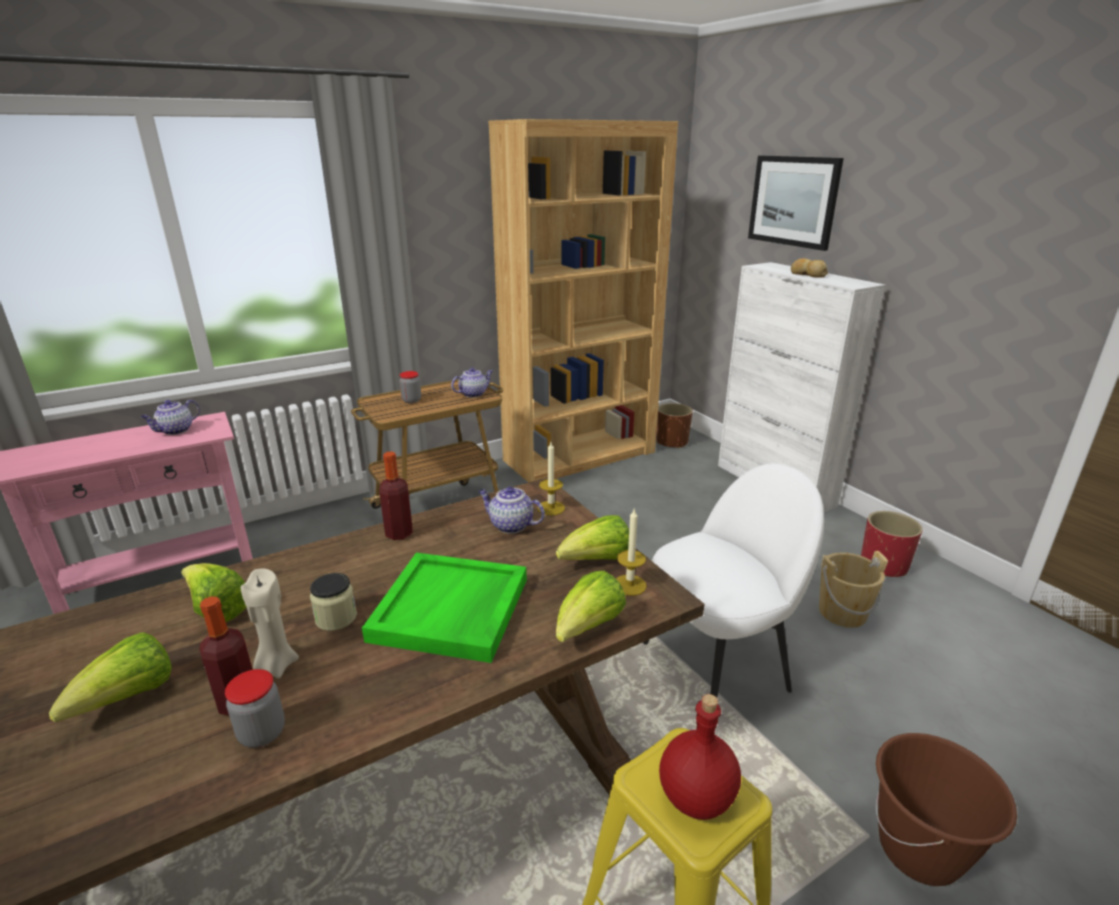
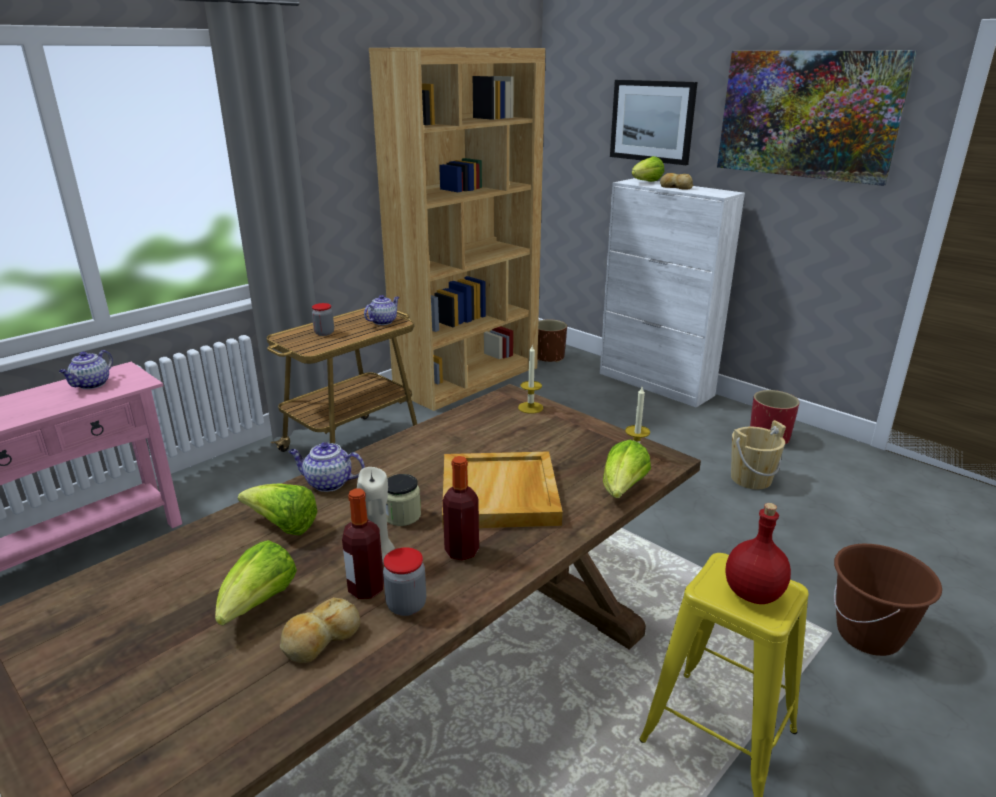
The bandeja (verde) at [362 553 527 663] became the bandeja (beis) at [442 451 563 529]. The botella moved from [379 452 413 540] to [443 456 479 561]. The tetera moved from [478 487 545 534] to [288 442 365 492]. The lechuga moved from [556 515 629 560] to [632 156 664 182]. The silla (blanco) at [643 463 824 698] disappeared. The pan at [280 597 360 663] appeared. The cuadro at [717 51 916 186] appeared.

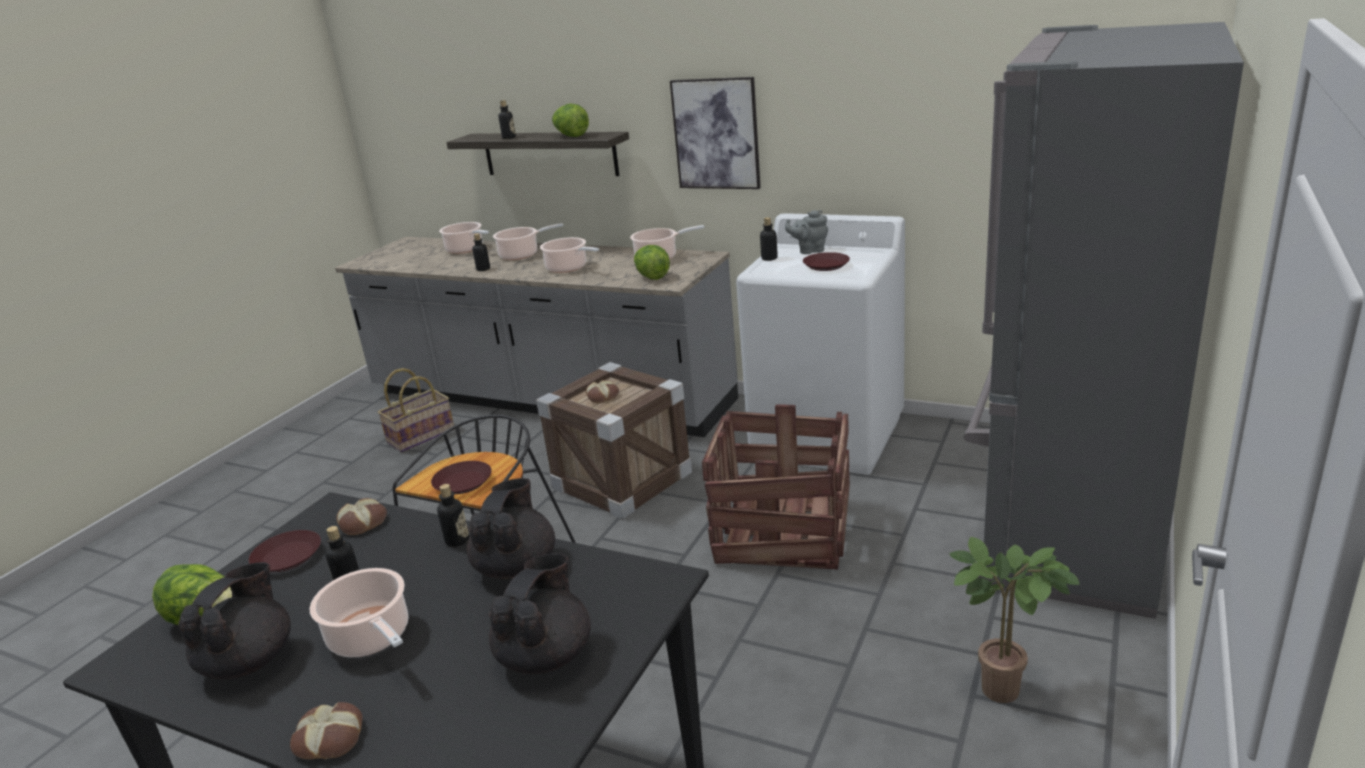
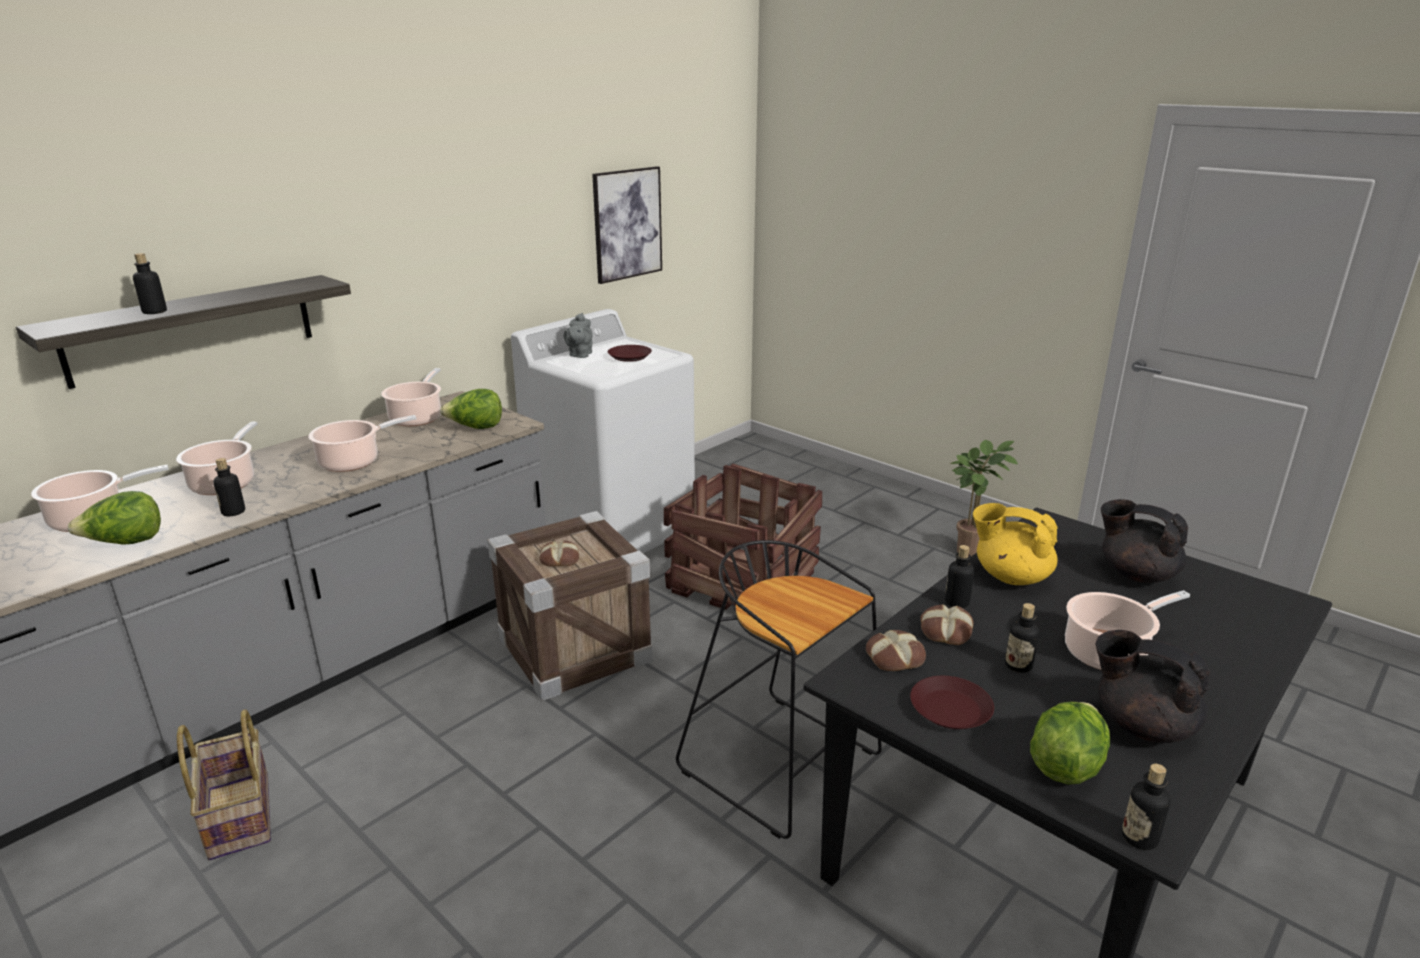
The pan moved from [290 702 363 759] to [920 604 974 645]. The plato (marrón) at [431 461 492 494] disappeared. The tetera (negro) at [467 478 555 579] became the tetera (amarillo) at [973 503 1058 585]. The lechuga moved from [552 104 589 137] to [68 491 161 545]. The cuadro moved from [670 77 761 189] to [592 166 662 284]. The botella moved from [760 217 778 261] to [1122 764 1171 850]. The nevera (gris) at [964 22 1244 619] disappeared.

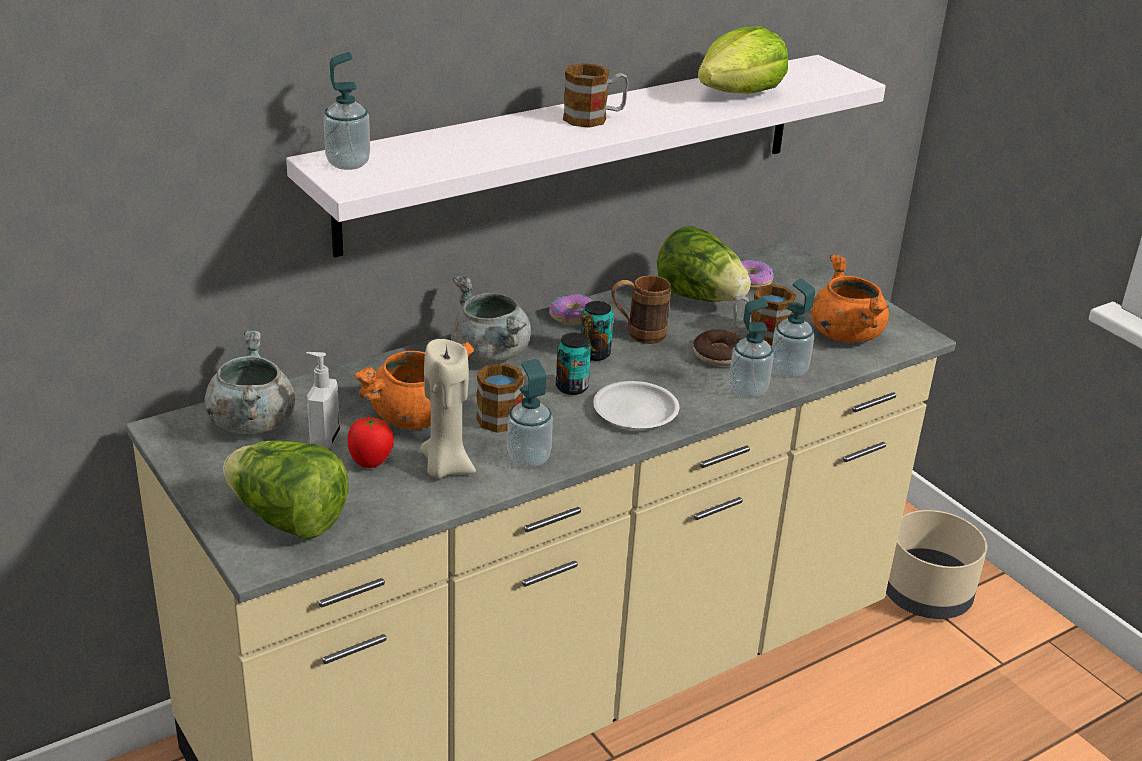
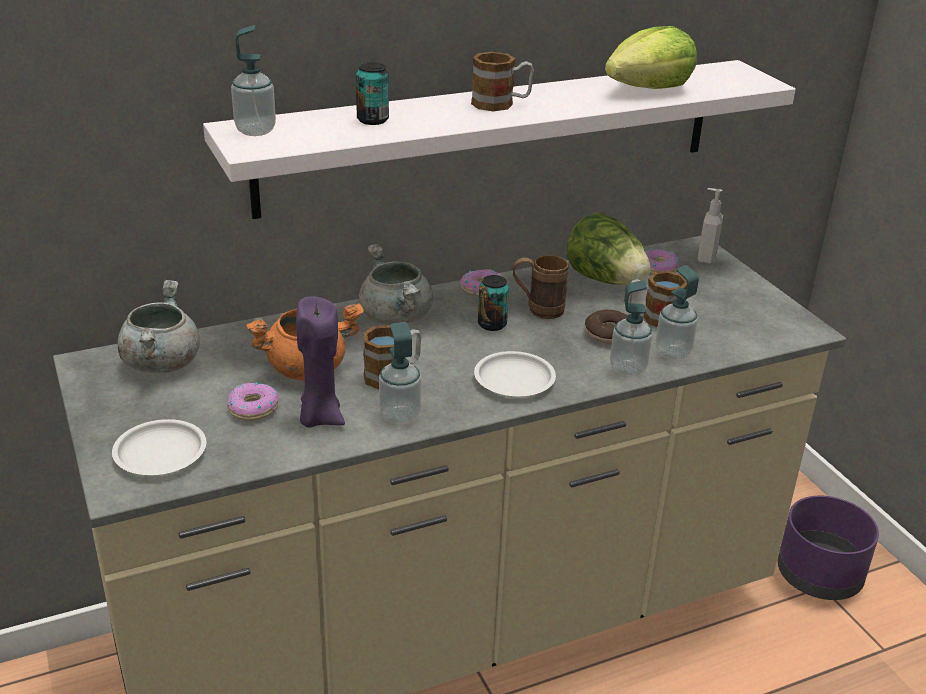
The lechuga at [223 440 349 540] was replaced by the plato (blanco) at [112 419 206 475]. The dispensador de jabón moved from [306 352 340 449] to [698 188 723 264]. The tomate at [347 417 394 468] was replaced by the rosquilla at [227 382 279 421]. The vela (beis) at [420 339 476 479] became the vela (morado) at [296 296 345 428]. The lata moved from [556 333 591 395] to [356 62 389 125]. The olla (naranja) at [811 255 889 343] disappeared. The maceta (beis) at [886 510 987 619] became the maceta (morado) at [778 496 879 600].

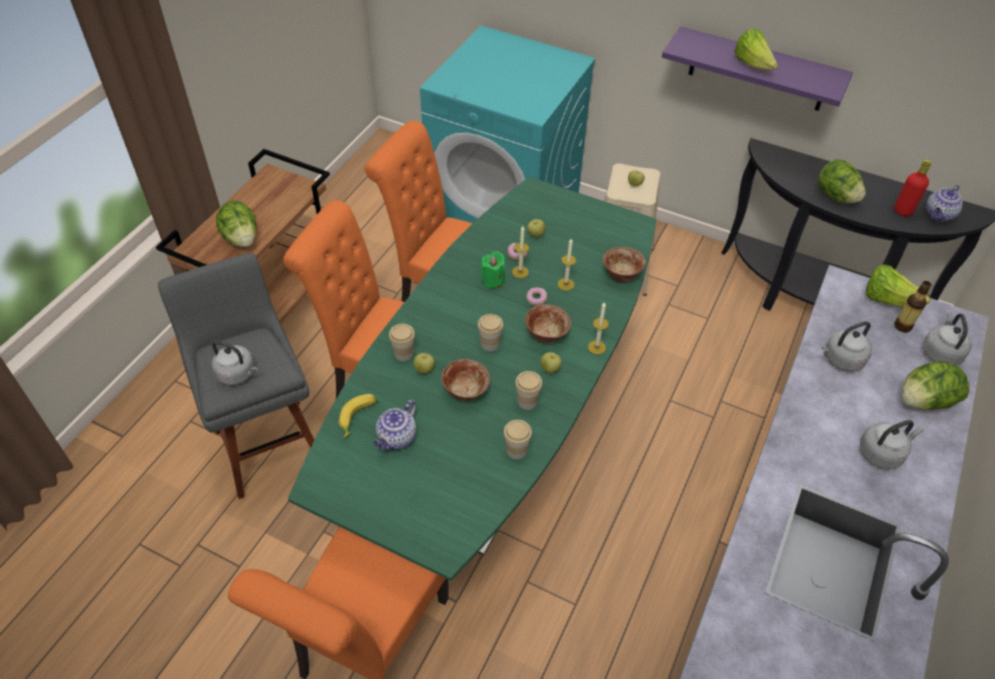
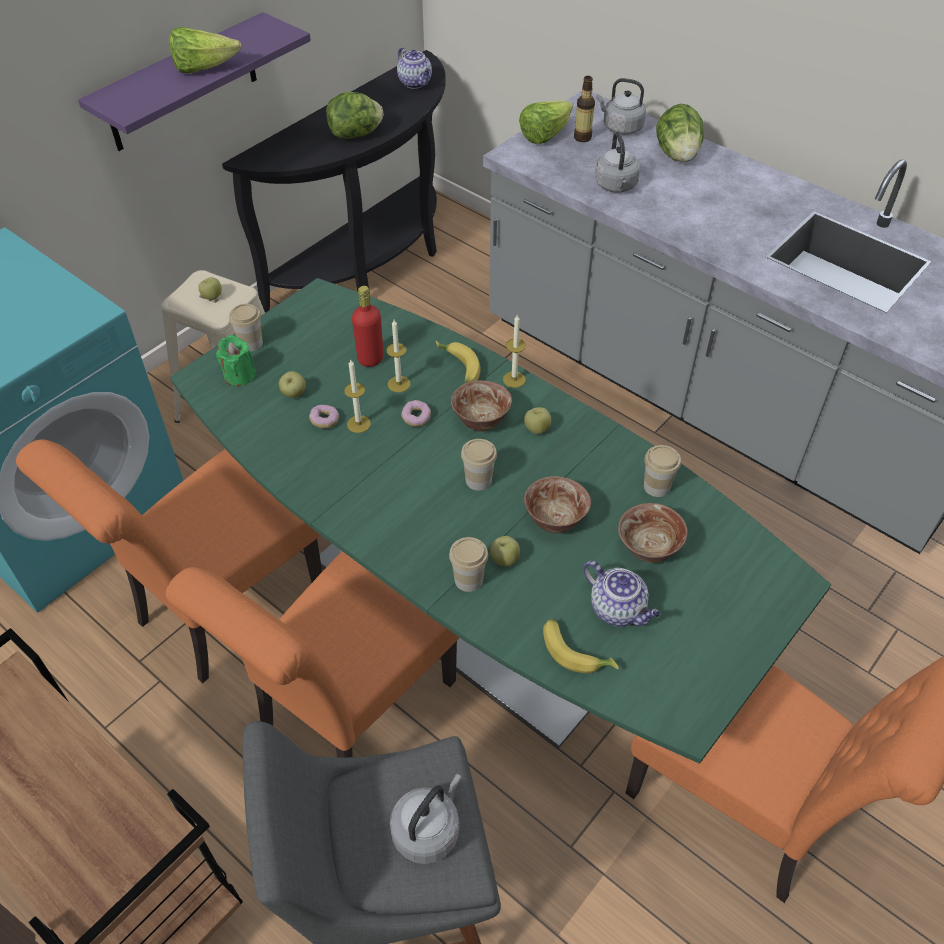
The lechuga at [216 200 257 247] disappeared. The vela (verde) moved from [481 251 505 289] to [216 335 256 386]. The taza moved from [515 371 542 410] to [229 304 263 352]. The cuenco moved from [603 247 646 283] to [618 503 688 563]. The hervidor (gris) at [860 420 924 469] disappeared. The botella (rojo) moved from [894 159 932 216] to [352 286 383 367]. The plátano at [436 341 481 383] appeared.

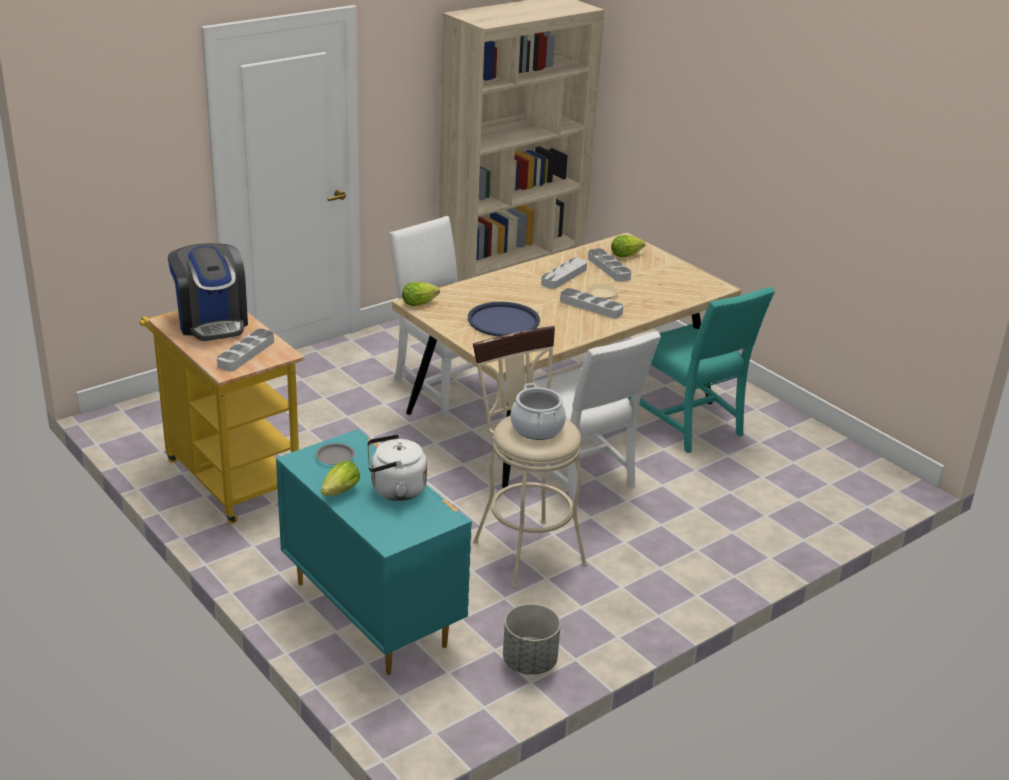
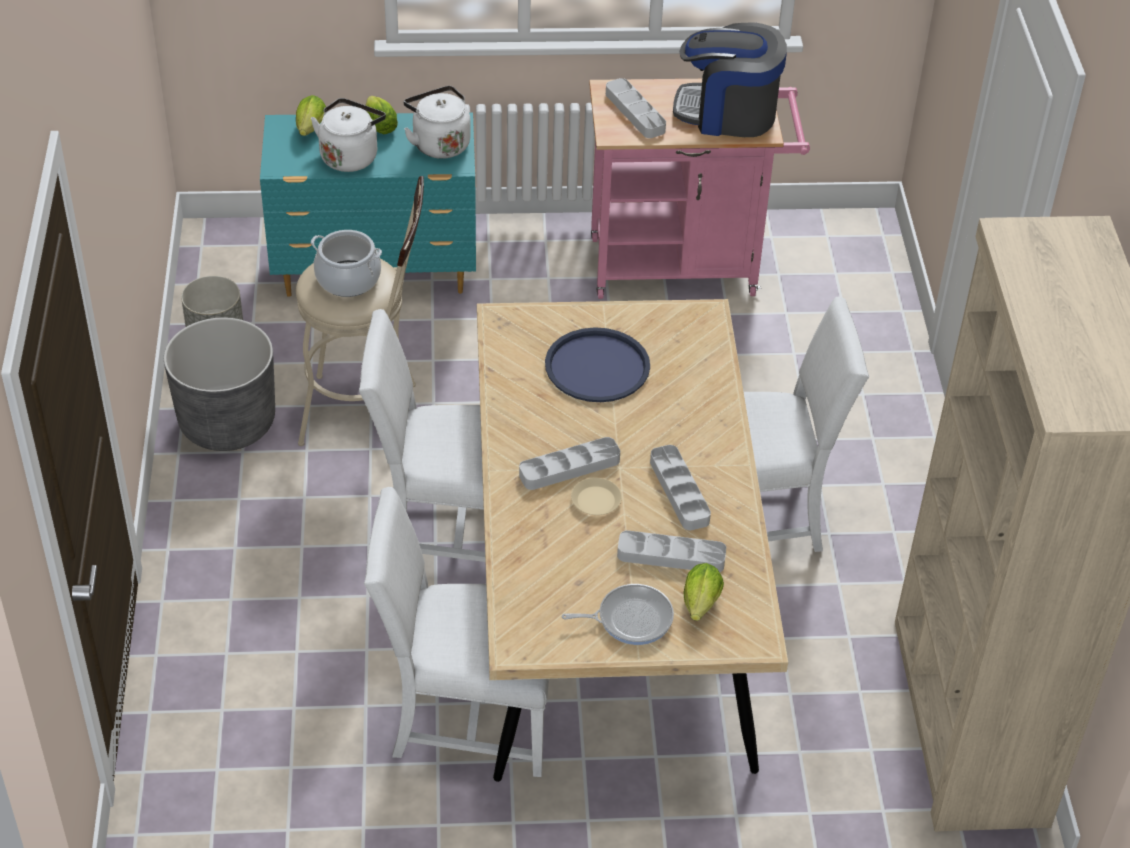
The carrito (amarillo) at [140 310 304 524] became the carrito (rosa) at [589 79 810 299]. The plato (gris) at [316 443 355 465] was replaced by the hervidor (blanco) at [404 86 471 159]. The lechuga moved from [402 282 440 306] to [296 95 326 136]. The silla (turquesa) at [629 287 775 453] became the silla (blanco) at [364 487 549 777]. The maceta (gris) at [164 317 275 451] appeared. The sartén at [562 584 674 645] appeared.

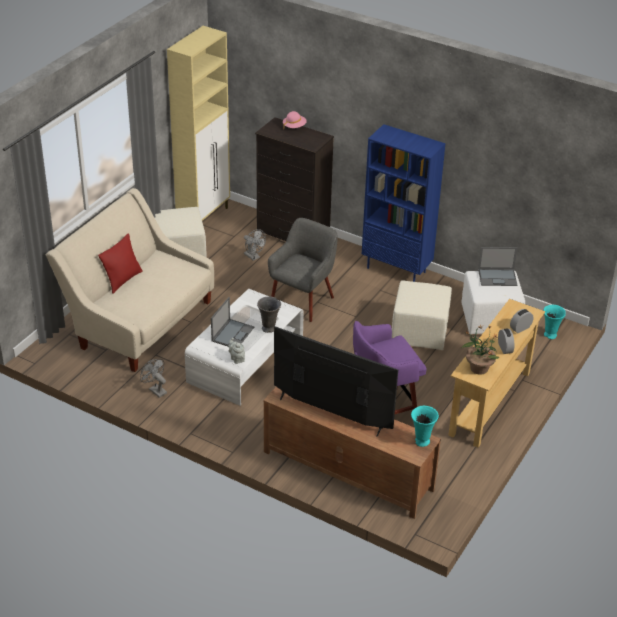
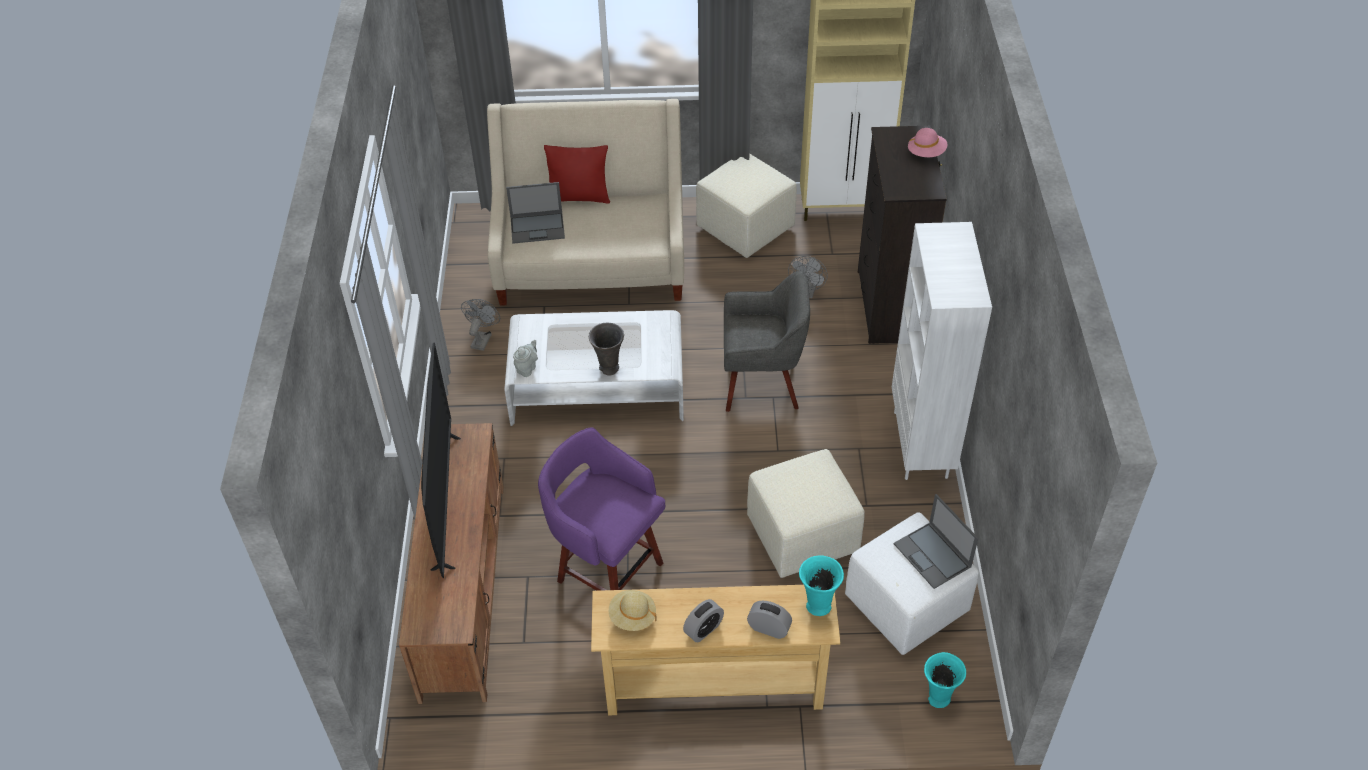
The portátil moved from [211 297 254 347] to [506 182 565 244]. The estantería (azul) at [362 124 446 282] became the estantería (blanco) at [892 222 992 480]. The florero (turquesa) moved from [411 406 439 447] to [799 555 844 616]. The planta en maceta at [461 324 500 375] was replaced by the sombrero (beis) at [609 590 657 631].

